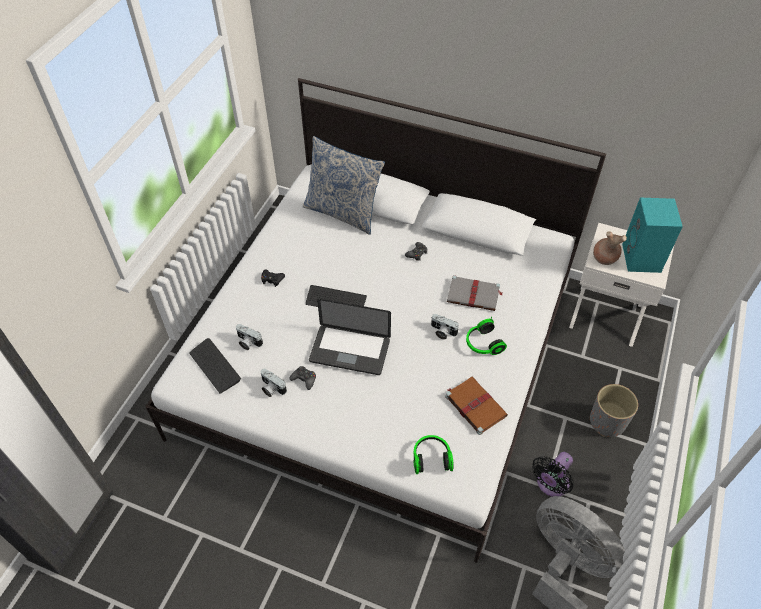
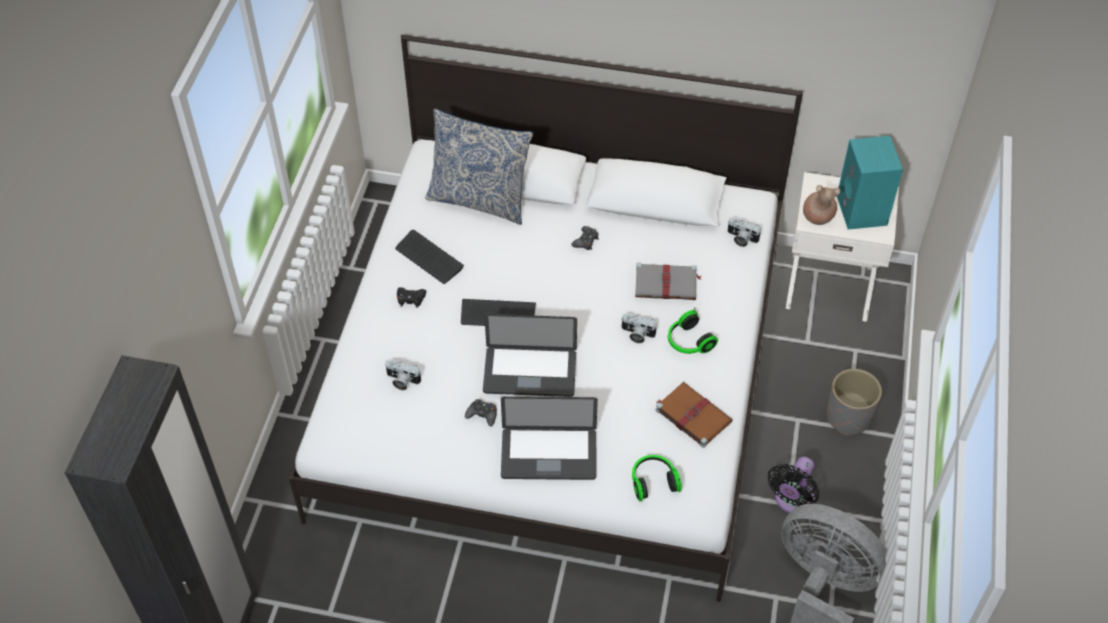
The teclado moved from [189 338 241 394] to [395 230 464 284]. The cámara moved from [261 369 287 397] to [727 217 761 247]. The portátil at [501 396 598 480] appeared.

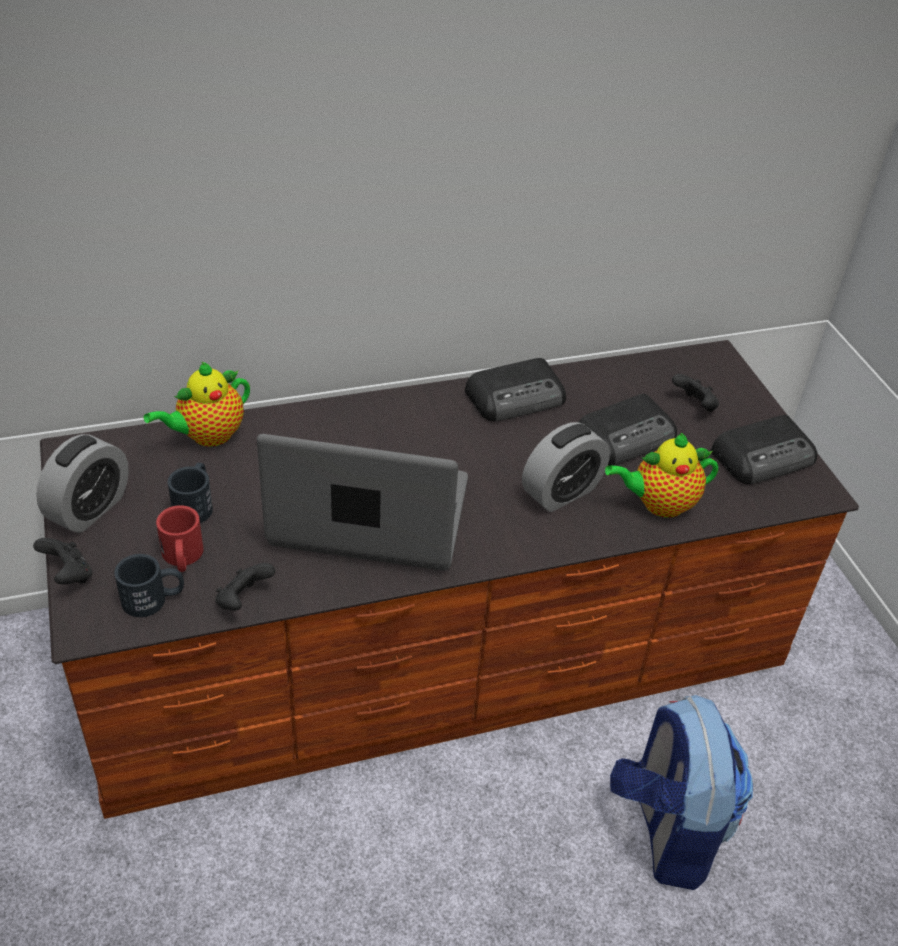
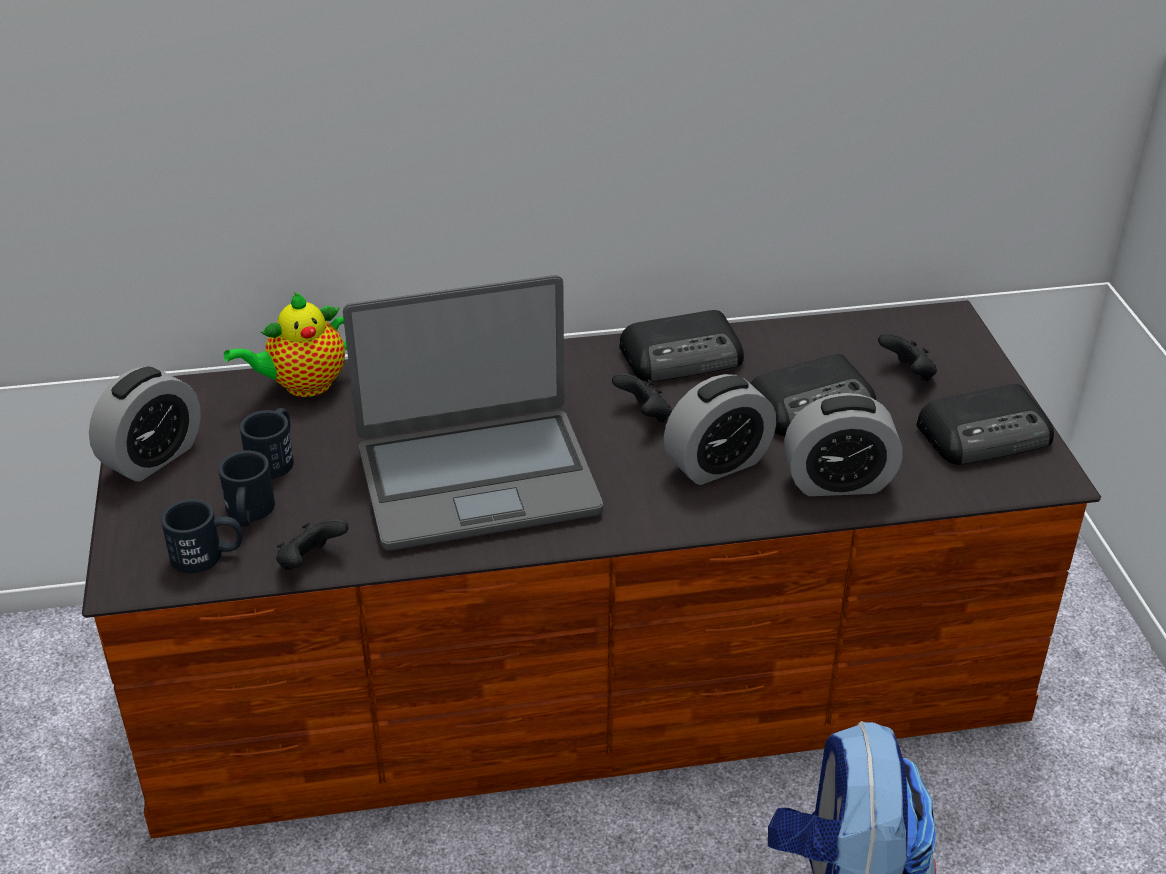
The mando de consola (negro) moved from [33 538 92 584] to [612 372 672 422]. The taza grande (rojo) at [156 505 203 572] became the taza grande (negro) at [218 451 275 527]. The portátil at [257 434 468 571] turned 150 degrees clockwise. The tetera at [605 432 718 518] was replaced by the despertador at [784 393 903 496].

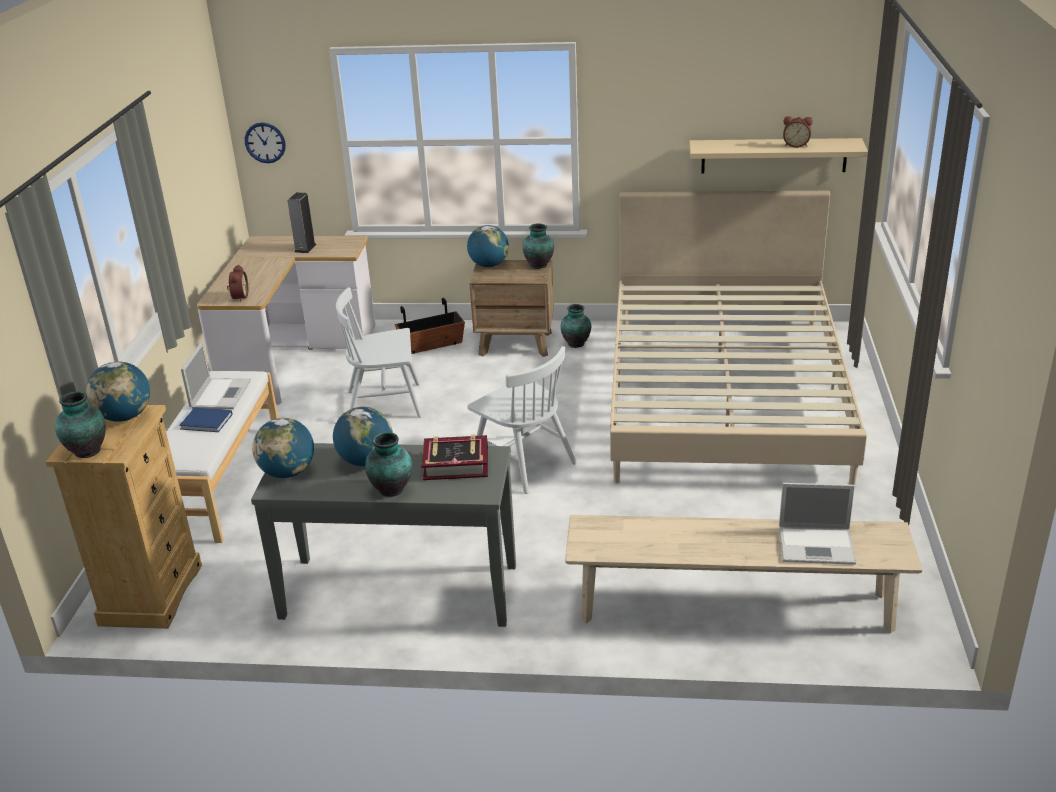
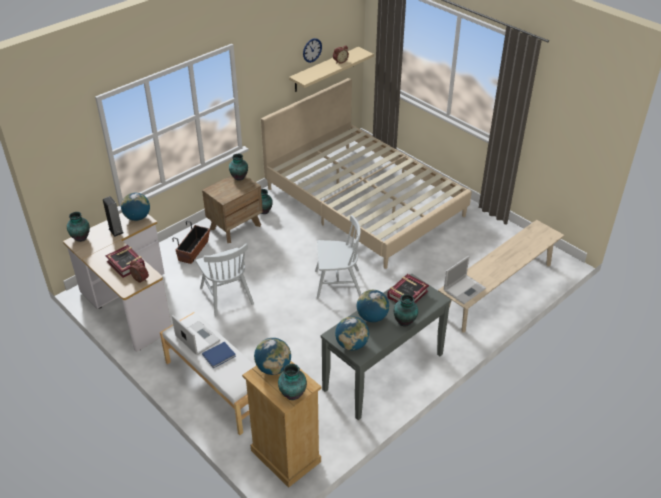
The reloj de pared moved from [245 123 285 163] to [303 38 322 63]. The silla (blanco) at [336 287 422 418] turned 60 degrees counterclockwise. The globo terráqueo moved from [467 225 509 267] to [121 193 150 221]. The portátil moved from [779 483 856 565] to [444 256 486 304]. The florero at [67 212 90 242] appeared. The libro at [105 245 145 278] appeared.

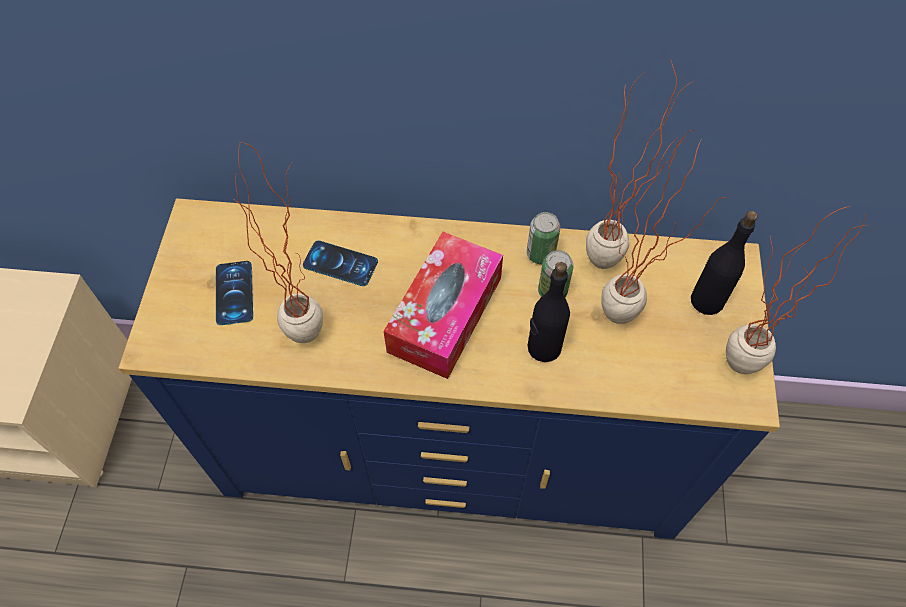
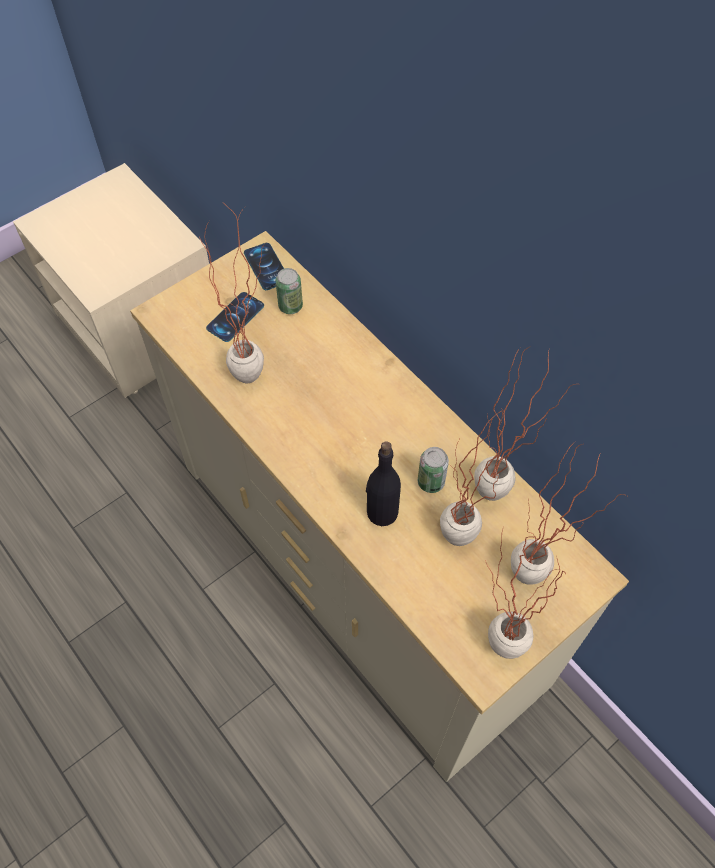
The cómoda (azul) at [119 198 780 539] became the cómoda (beis) at [130 231 629 782]. The móvil moved from [303 241 378 286] to [244 243 284 290]. The caja de pañuelos at [383 232 503 379] disappeared. The lata moved from [527 212 560 264] to [275 268 303 314]. The botella (negro) at [691 211 758 315] was replaced by the planta en maceta at [511 442 627 585].

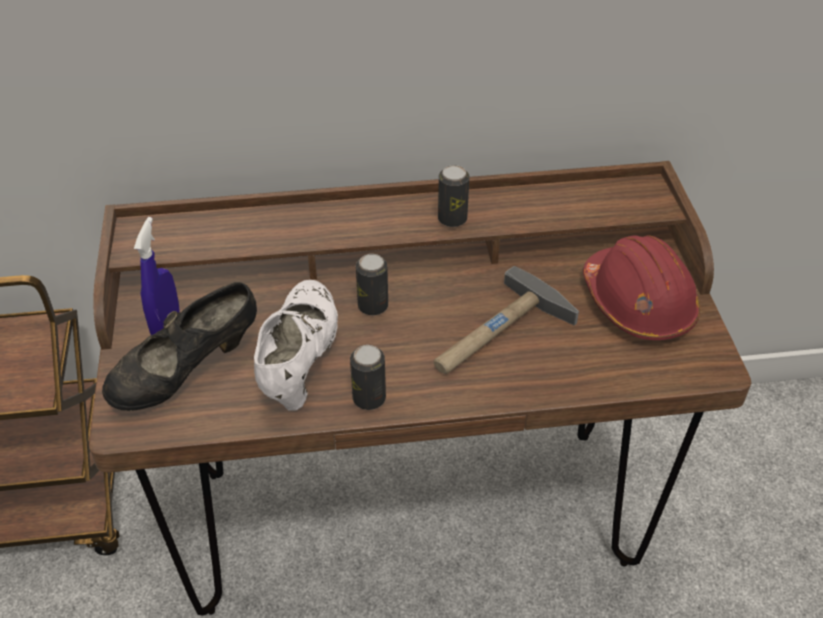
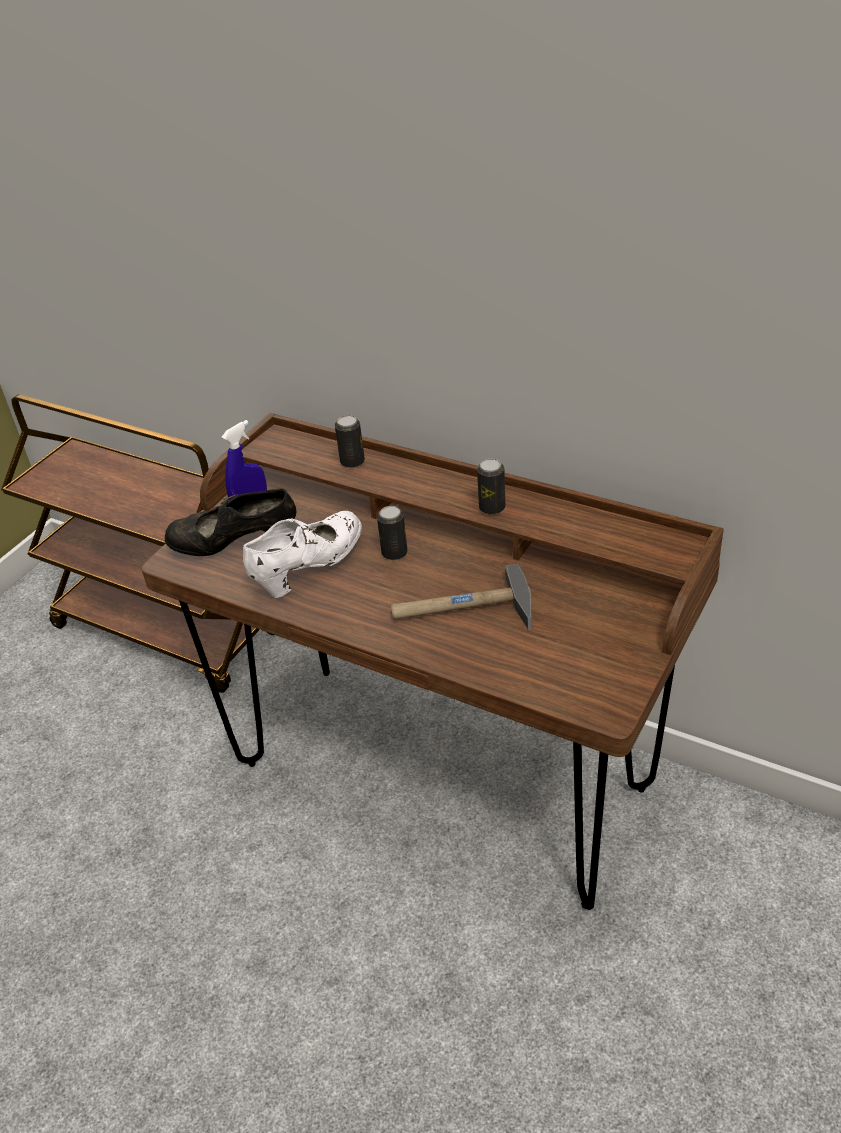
The lata moved from [350 345 386 410] to [335 415 365 468]. The casco (rojo) at [583 235 700 340] disappeared.

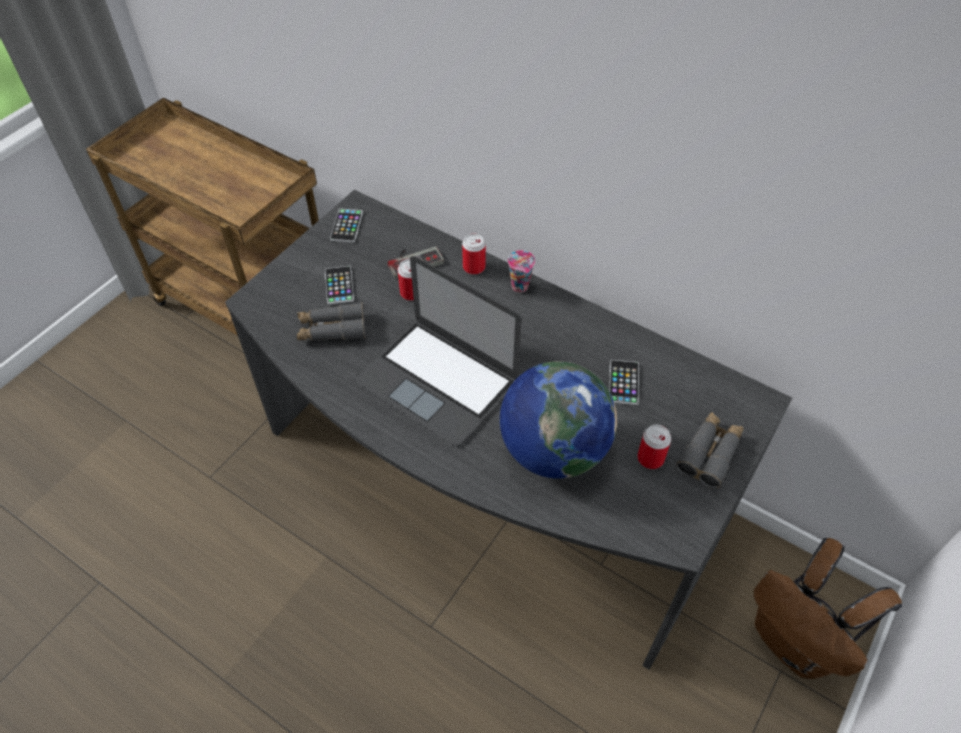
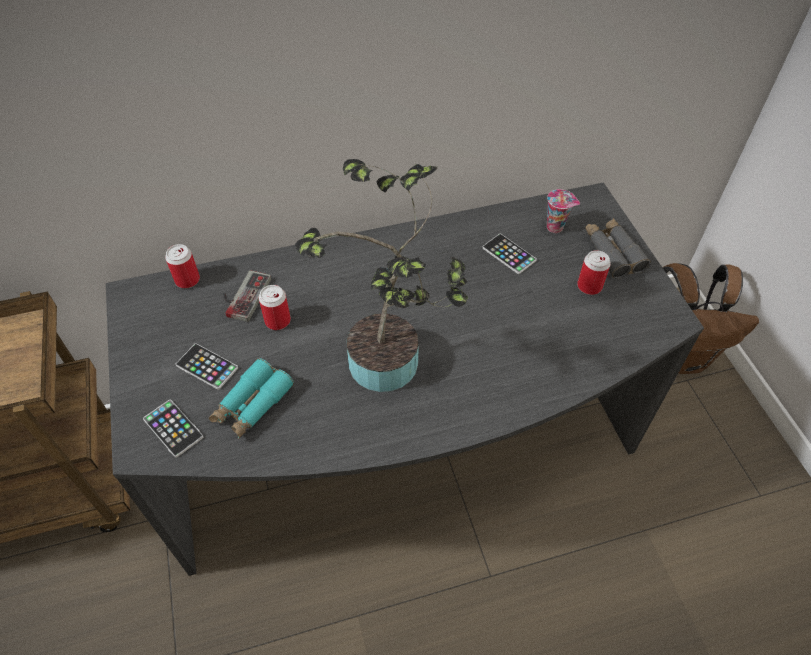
The prismáticos (gris) at [297 302 366 341] became the prismáticos (turquesa) at [209 358 294 439]. The móvil moved from [330 209 363 243] to [143 400 203 458]. The portátil at [356 256 522 446] was replaced by the planta en maceta at [295 159 468 392]. The lata moved from [462 234 486 275] to [165 244 200 288]. The globo terráqueo at [500 361 617 479] disappeared. The taza moved from [508 250 535 293] to [547 189 580 233].

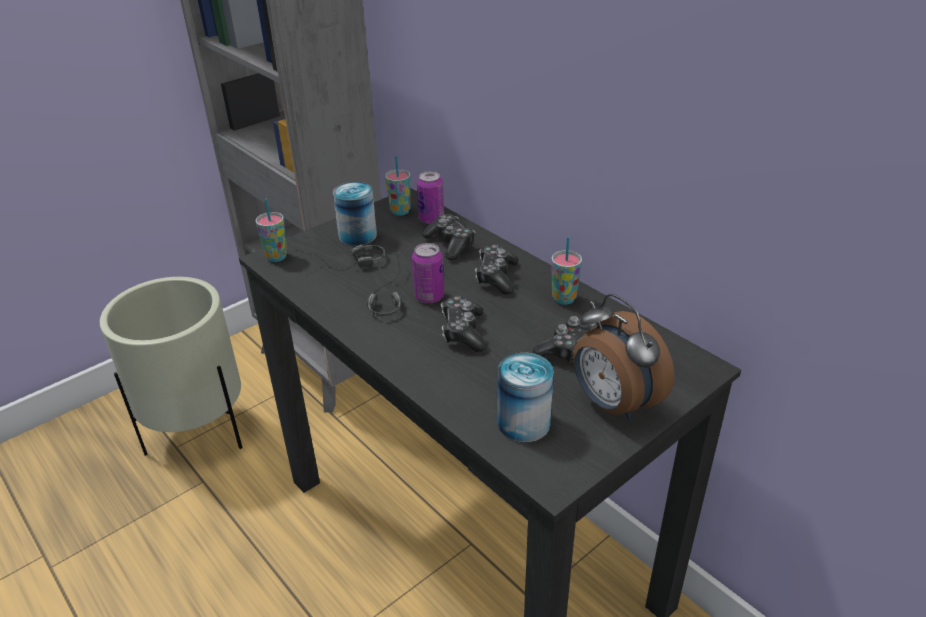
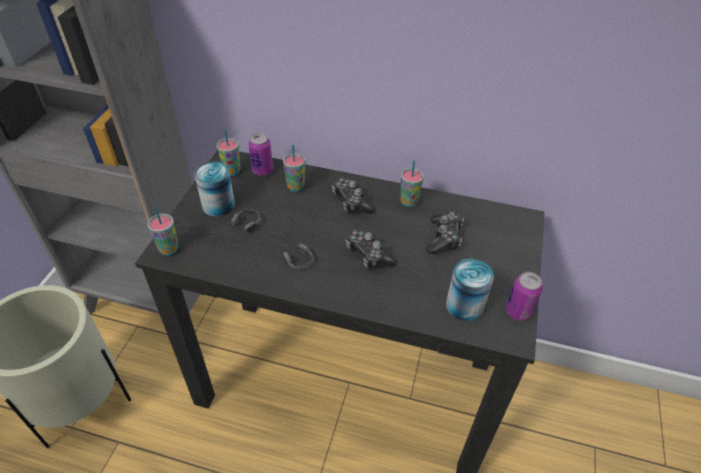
The lata moved from [412 243 444 303] to [506 272 543 321]. The mando de consola at [422 214 475 261] was replaced by the taza at [283 145 305 192]. The despertador at [573 294 675 421] disappeared.

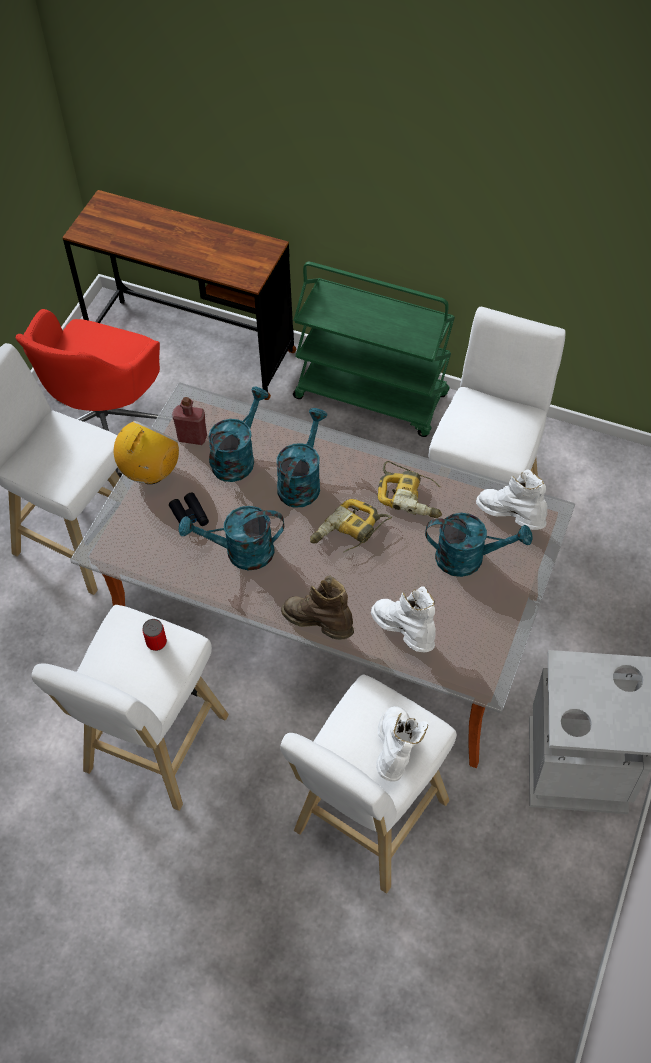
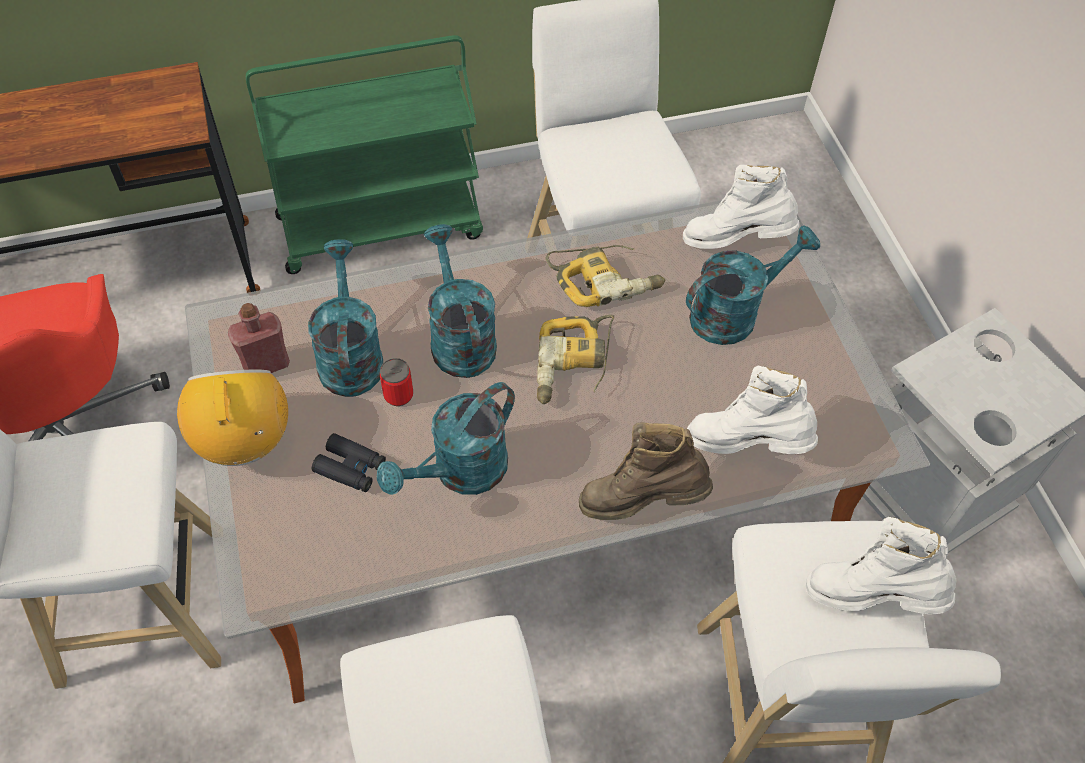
The lata moved from [142 619 167 651] to [380 358 413 406]. The bota (blanco) at [376 706 428 782] turned 45 degrees counterclockwise.

